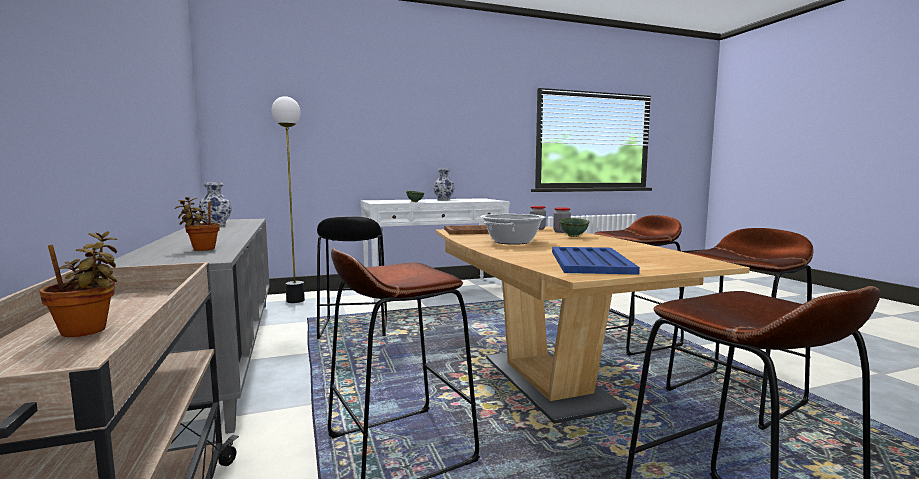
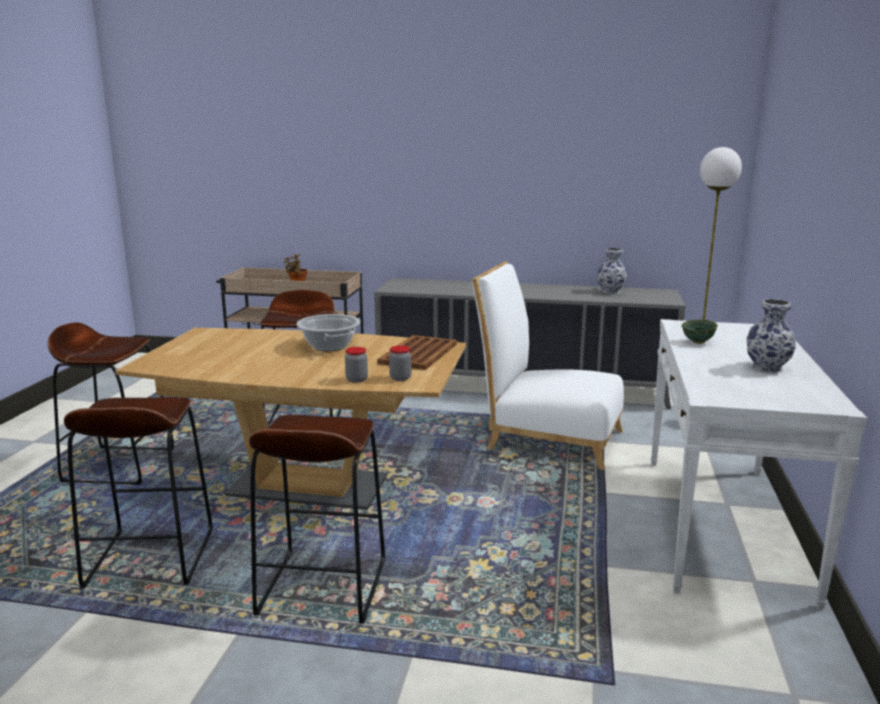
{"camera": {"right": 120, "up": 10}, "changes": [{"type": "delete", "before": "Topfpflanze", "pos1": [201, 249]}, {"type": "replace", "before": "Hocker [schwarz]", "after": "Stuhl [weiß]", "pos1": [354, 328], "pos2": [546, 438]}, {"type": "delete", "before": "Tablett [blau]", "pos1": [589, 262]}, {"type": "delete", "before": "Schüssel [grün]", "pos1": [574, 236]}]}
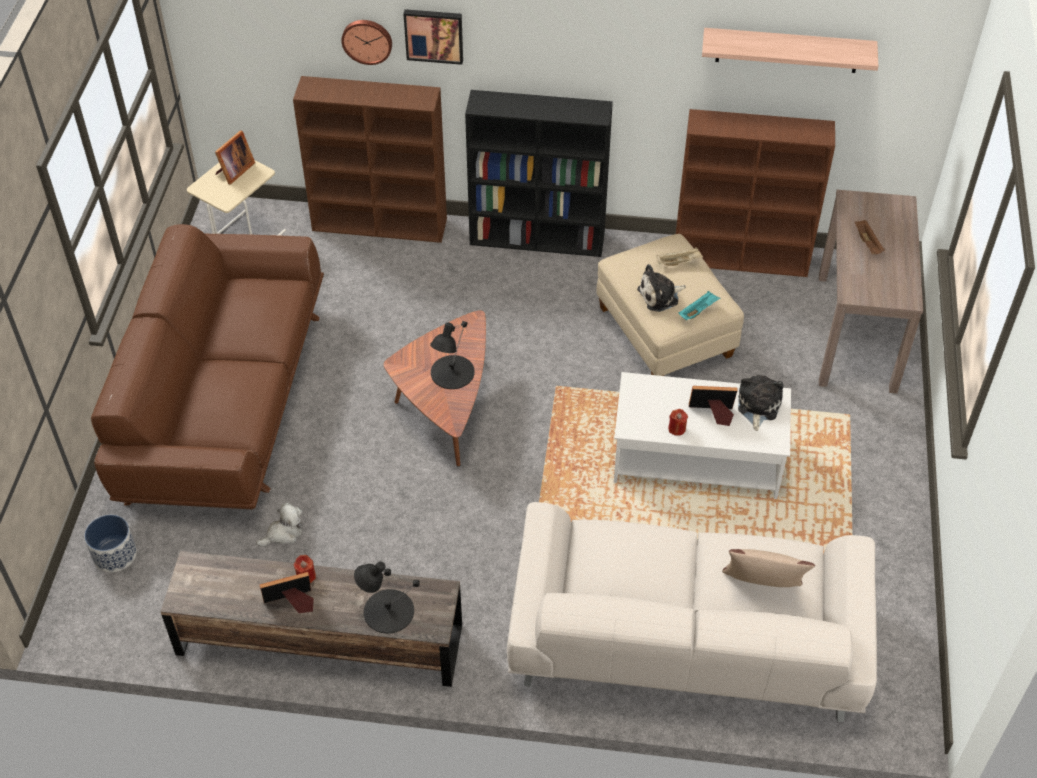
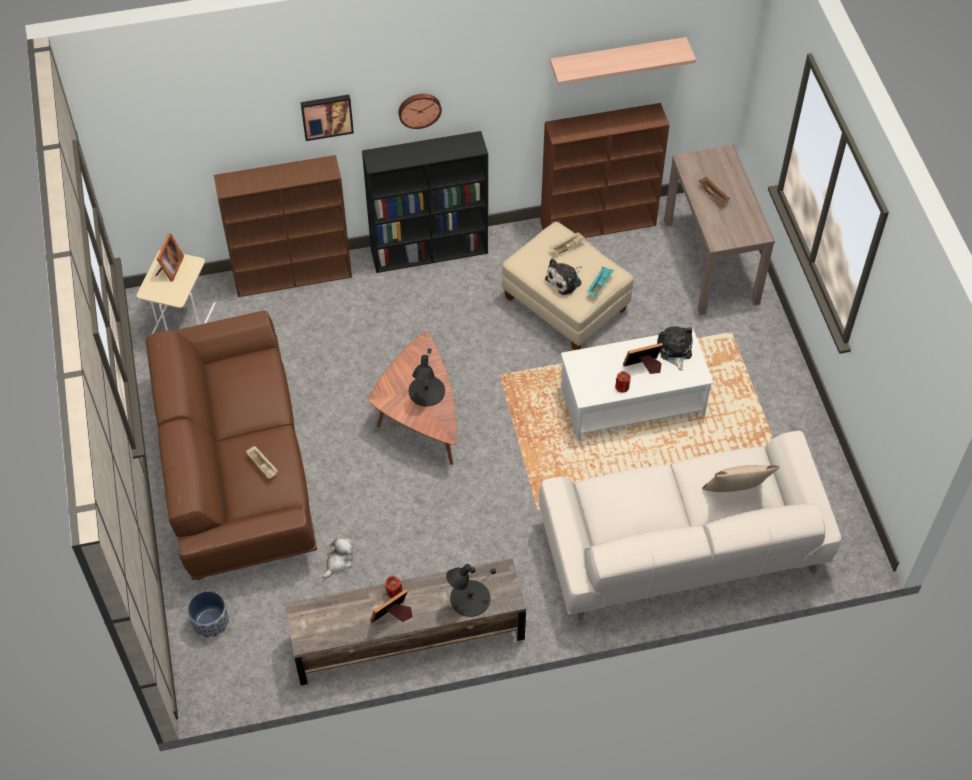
{"camera": {"right": -20, "up": 5}, "changes": [{"type": "move", "before": "Wanduhr", "pos1": [367, 40], "pos2": [419, 109]}, {"type": "insert", "after": "Tablett [beige]", "pos2": [263, 466]}]}
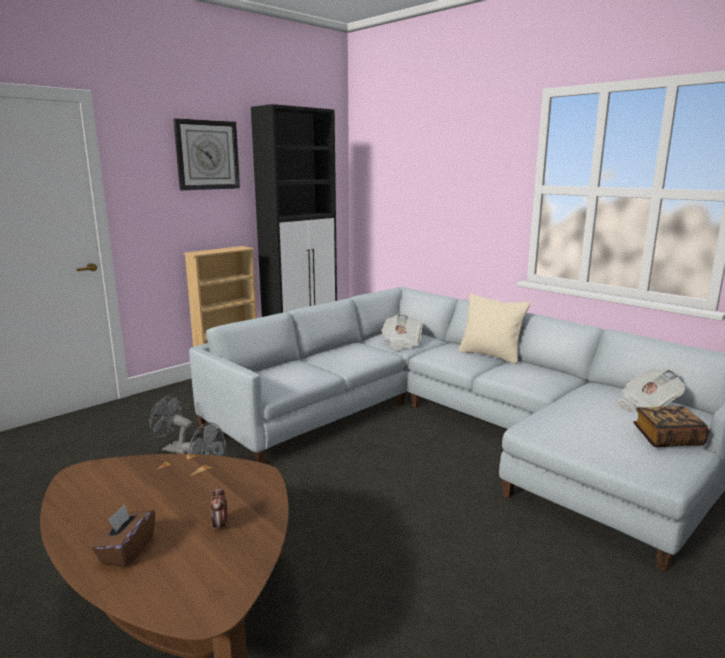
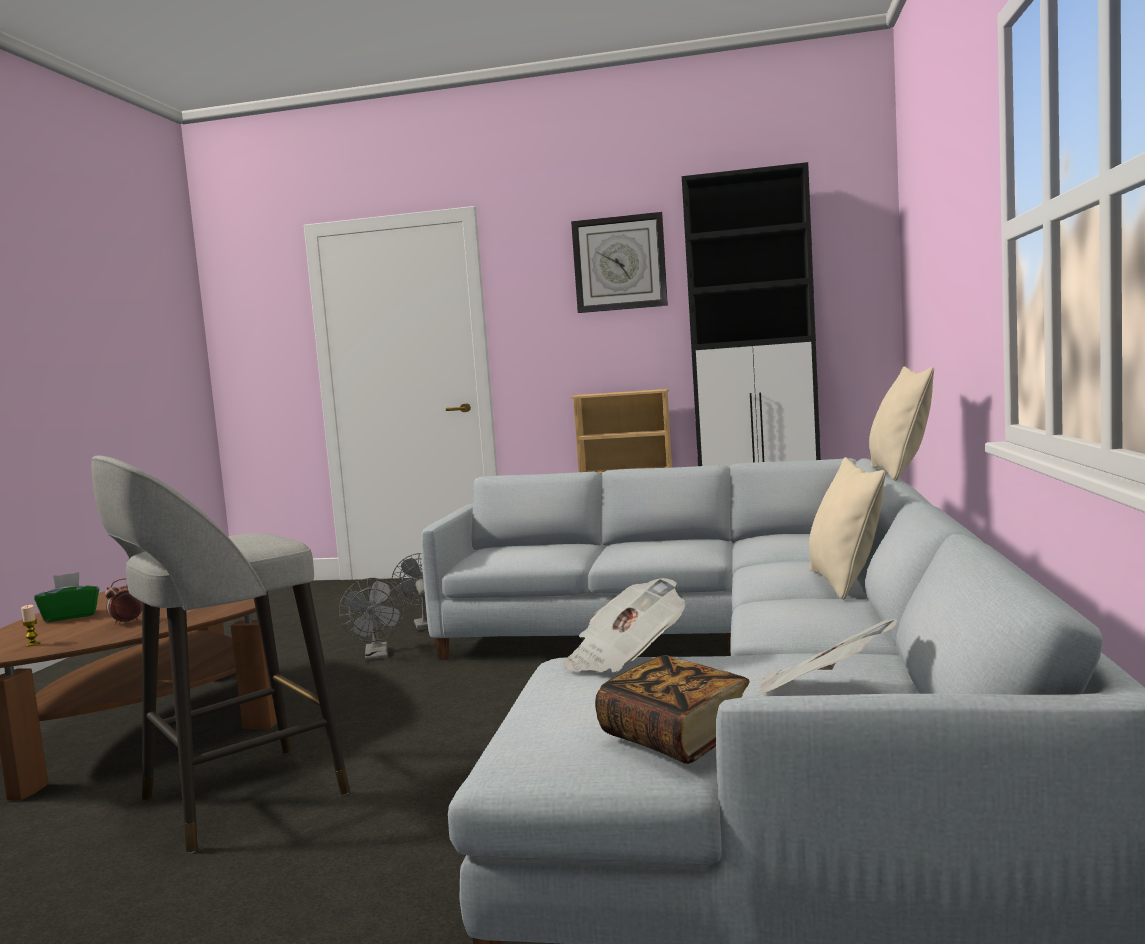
{"camera": {"right": 55, "up": -10}, "changes": [{"type": "recolor", "before": "Taschentuchbox [braun]", "after": "Taschentuchbox [grün]", "pos1": [126, 551], "pos2": [71, 616]}, {"type": "move", "before": "Zeitung", "pos1": [401, 343], "pos2": [624, 658]}, {"type": "insert", "after": "Kerze", "pos2": [32, 644]}, {"type": "insert", "after": "Hocker [grau]", "pos2": [237, 798]}, {"type": "insert", "after": "Kissen [beige]", "pos2": [900, 473]}]}
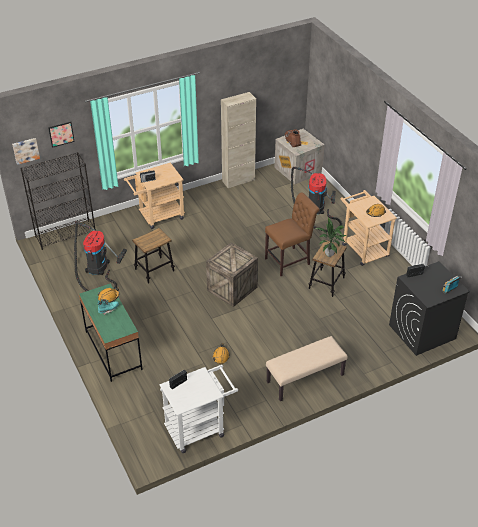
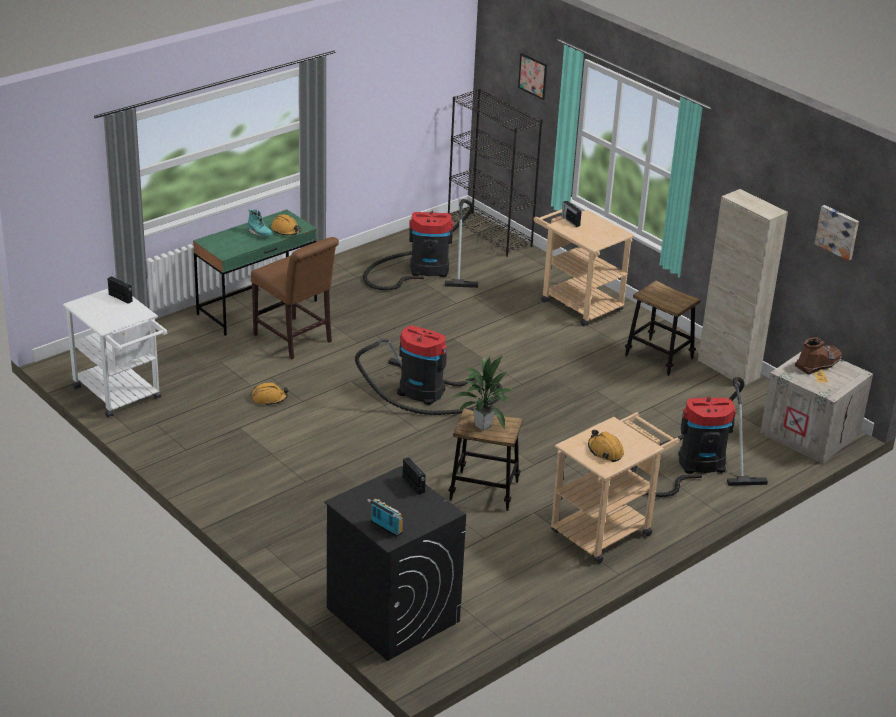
{"camera": {"right": 75, "up": -10}, "changes": [{"type": "move", "before": "Bild", "pos1": [25, 150], "pos2": [838, 232]}, {"type": "move", "before": "Hocker", "pos1": [154, 270], "pos2": [659, 357]}, {"type": "replace", "before": "Kiste", "after": "Staubsauger", "pos1": [232, 289], "pos2": [427, 393]}, {"type": "move", "before": "Stuhl [braun]", "pos1": [290, 261], "pos2": [295, 340]}, {"type": "delete", "before": "Bank [beige]", "pos1": [305, 379]}]}
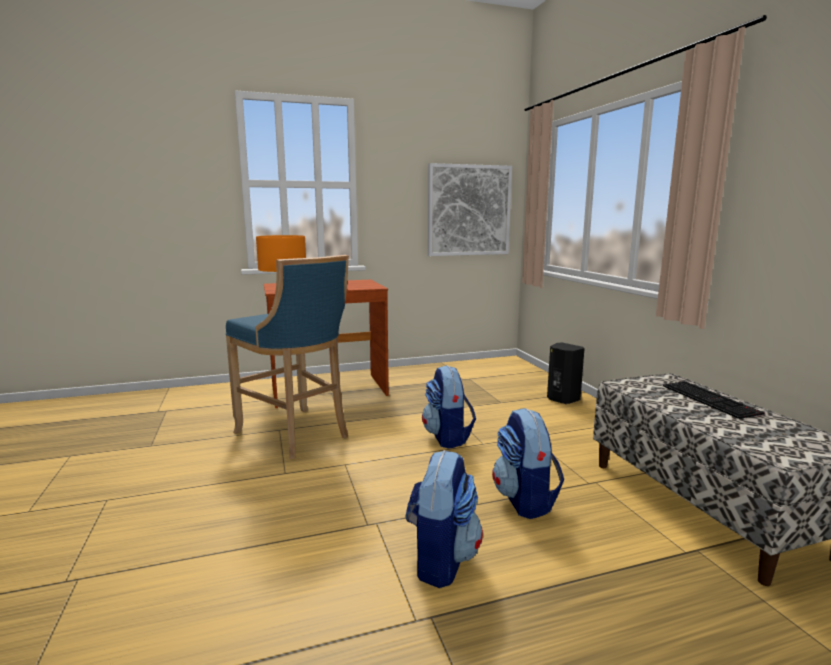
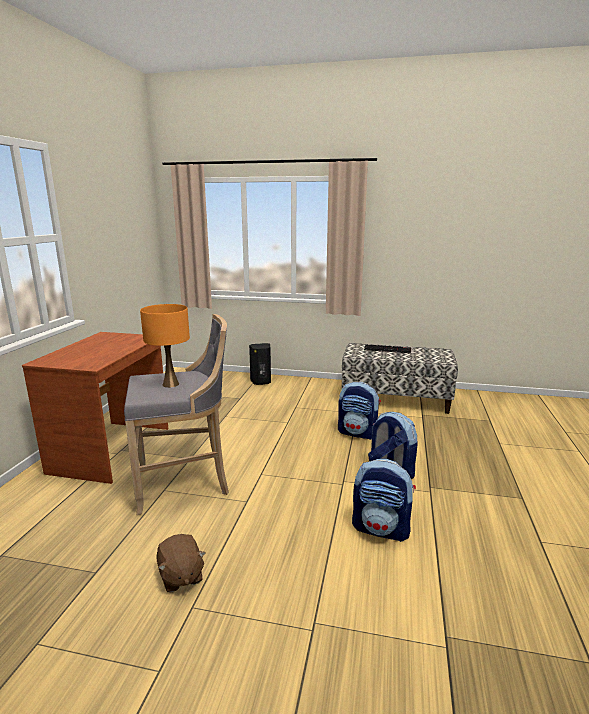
{"camera": {"right": -60, "up": 5}, "changes": [{"type": "recolor", "before": "Hocker [blau]", "after": "Hocker [grau]", "pos1": [296, 435], "pos2": [185, 483]}, {"type": "move", "before": "Rucksack", "pos1": [447, 437], "pos2": [381, 529]}, {"type": "delete", "before": "Bild", "pos1": [469, 210]}, {"type": "insert", "after": "Plüschtier [braun]", "pos2": [180, 576]}]}
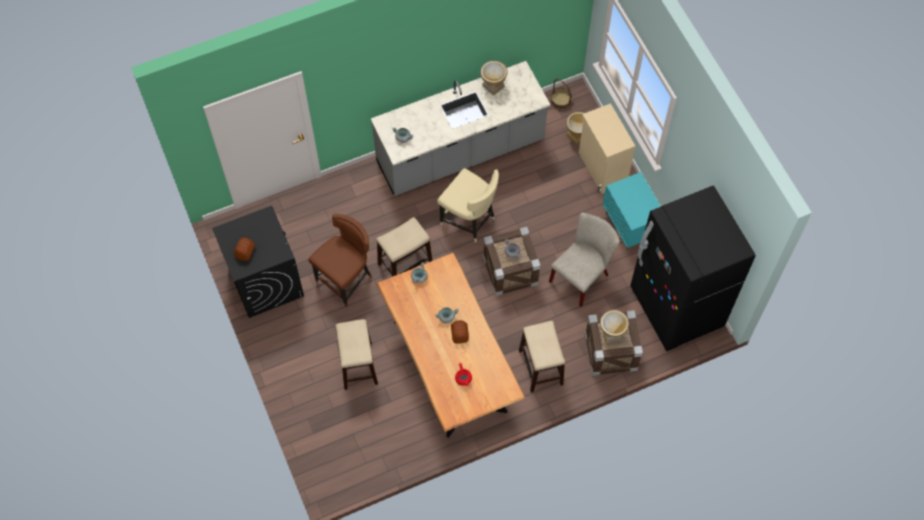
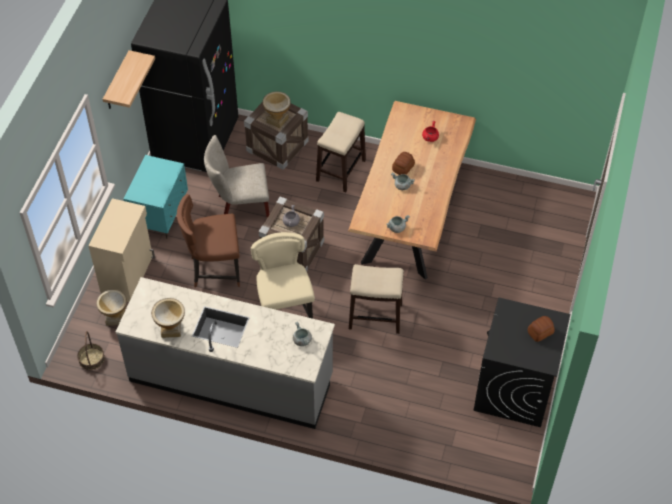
{"camera": {"right": -140, "up": -10}, "changes": [{"type": "move", "before": "Stuhl [braun]", "pos1": [346, 279], "pos2": [214, 270]}, {"type": "delete", "before": "Hocker", "pos1": [358, 365]}, {"type": "insert", "after": "Wandregal", "pos2": [117, 82]}]}
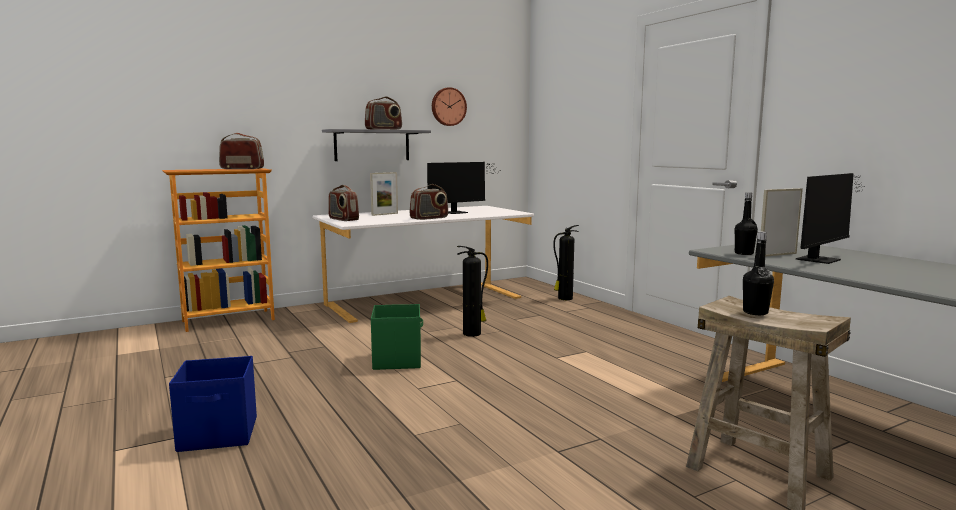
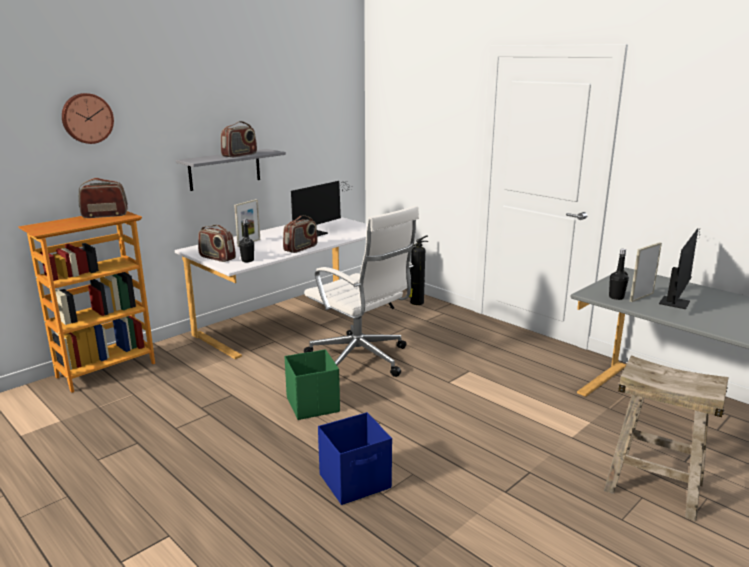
{"camera": {"right": -15, "up": 10}, "changes": [{"type": "move", "before": "Aufbewahrungsbox [blau]", "pos1": [219, 434], "pos2": [356, 481]}, {"type": "move", "before": "Wanduhr", "pos1": [448, 106], "pos2": [87, 118]}, {"type": "replace", "before": "Feuerlöscher", "after": "Bürostuhl [weiß]", "pos1": [473, 333], "pos2": [360, 360]}, {"type": "move", "before": "Flasche [schwarz]", "pos1": [755, 312], "pos2": [247, 260]}]}
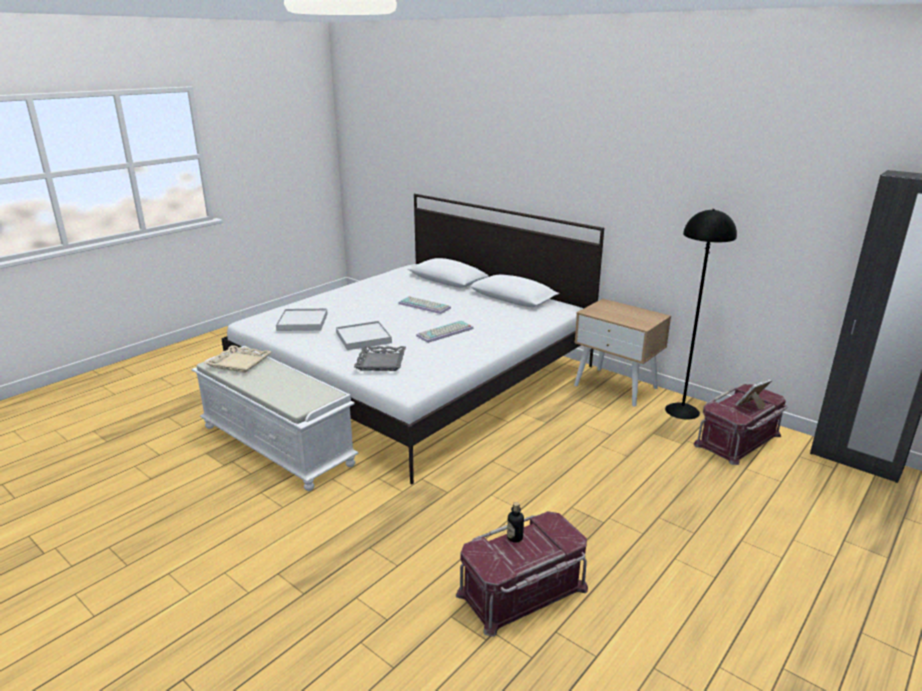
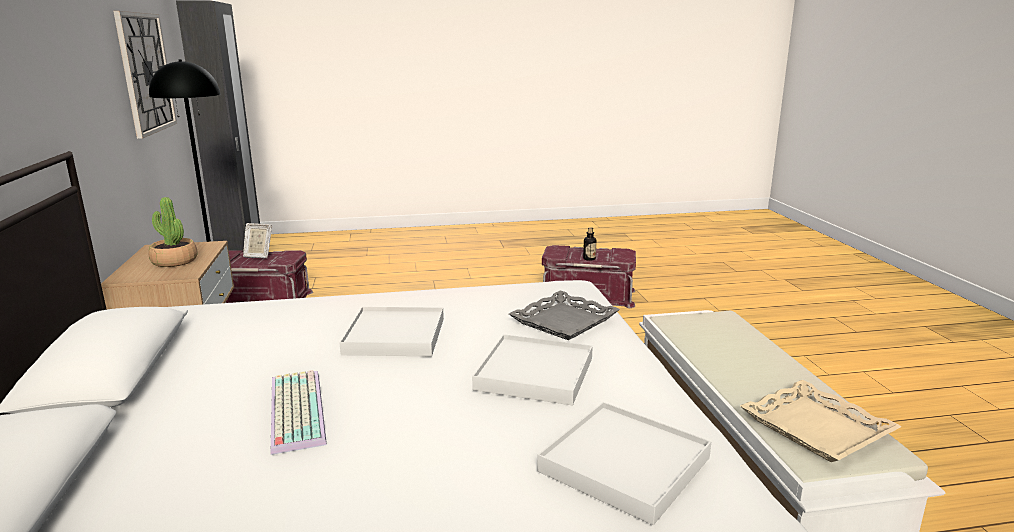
{"camera": {"right": -140, "up": -5}, "changes": [{"type": "replace", "before": "Tastatur", "after": "Tablett [weiß]", "pos1": [445, 333], "pos2": [395, 336]}, {"type": "insert", "after": "Wanduhr", "pos2": [145, 73]}, {"type": "insert", "after": "Topfpflanze", "pos2": [174, 261]}]}
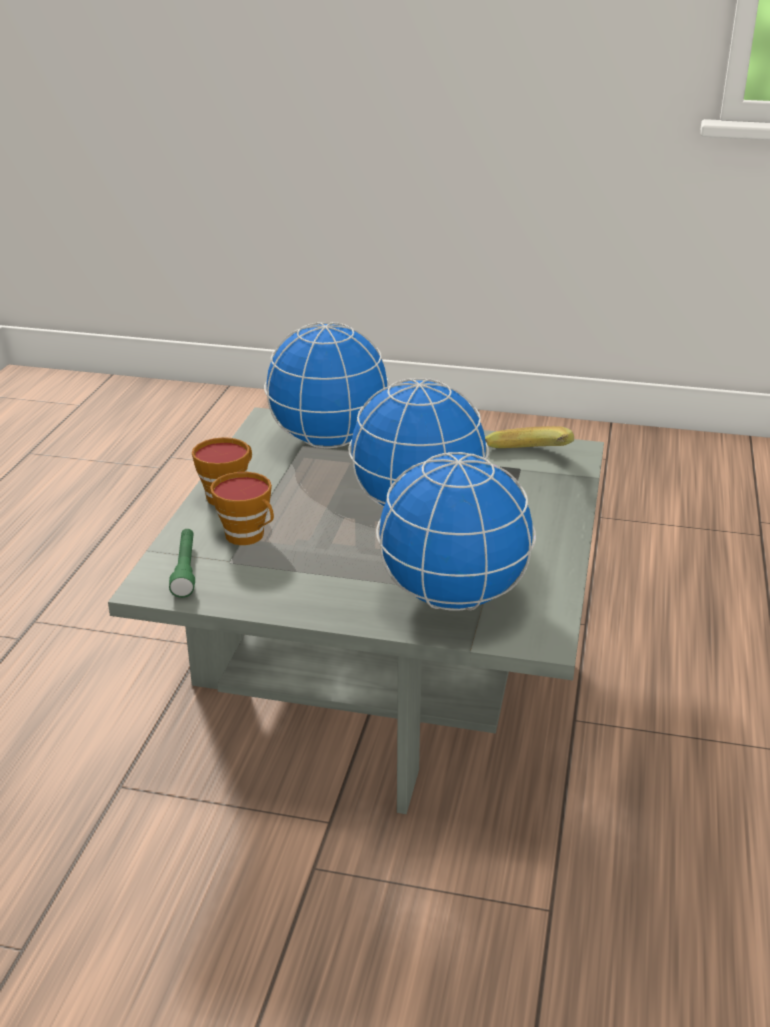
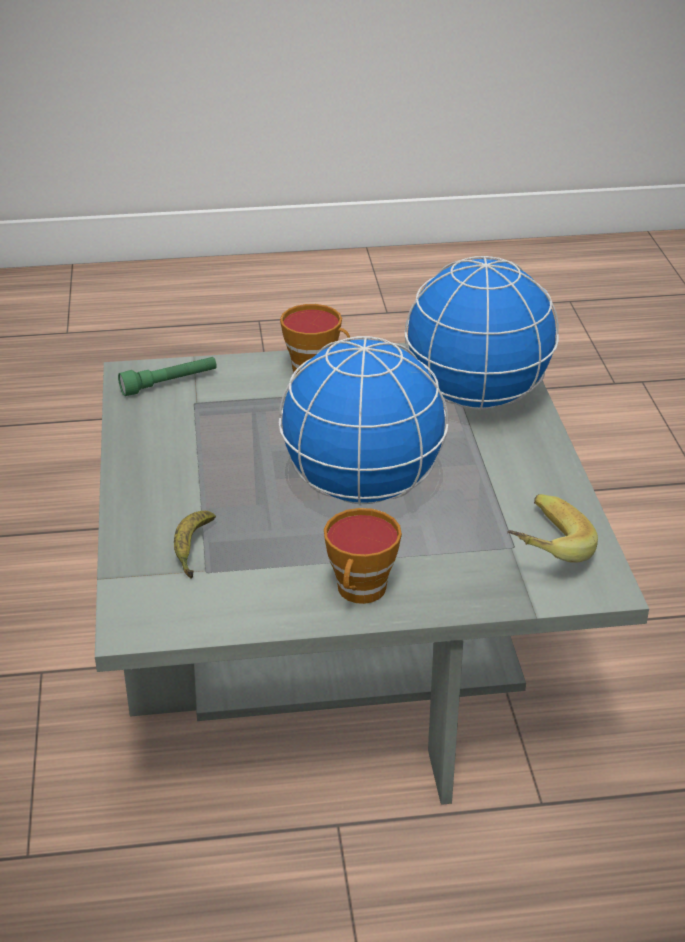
{"camera": {"right": 70, "up": 5}, "changes": [{"type": "move", "before": "Tasse", "pos1": [249, 536], "pos2": [360, 592]}, {"type": "replace", "before": "Globus", "after": "Banane", "pos1": [454, 596], "pos2": [192, 549]}]}
